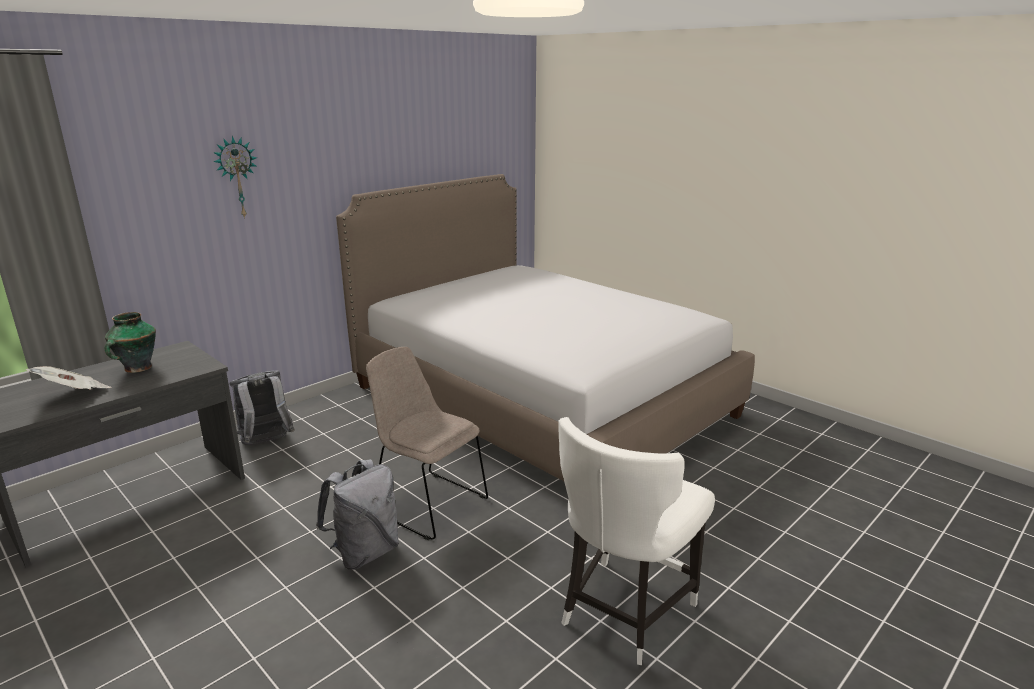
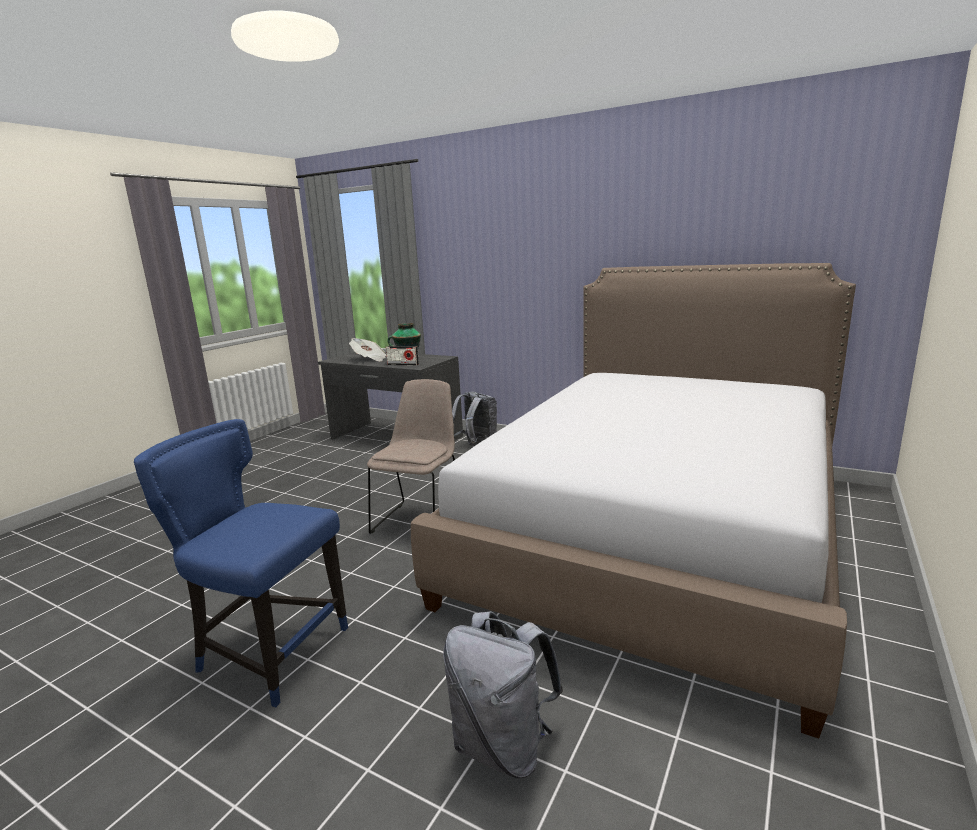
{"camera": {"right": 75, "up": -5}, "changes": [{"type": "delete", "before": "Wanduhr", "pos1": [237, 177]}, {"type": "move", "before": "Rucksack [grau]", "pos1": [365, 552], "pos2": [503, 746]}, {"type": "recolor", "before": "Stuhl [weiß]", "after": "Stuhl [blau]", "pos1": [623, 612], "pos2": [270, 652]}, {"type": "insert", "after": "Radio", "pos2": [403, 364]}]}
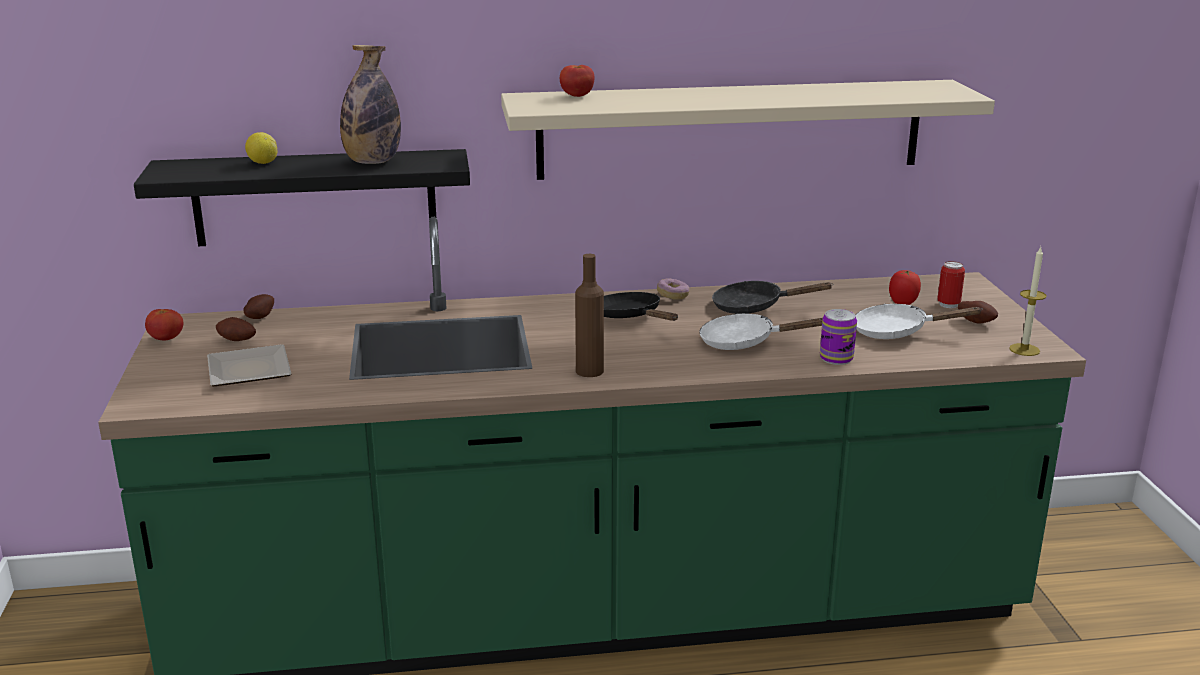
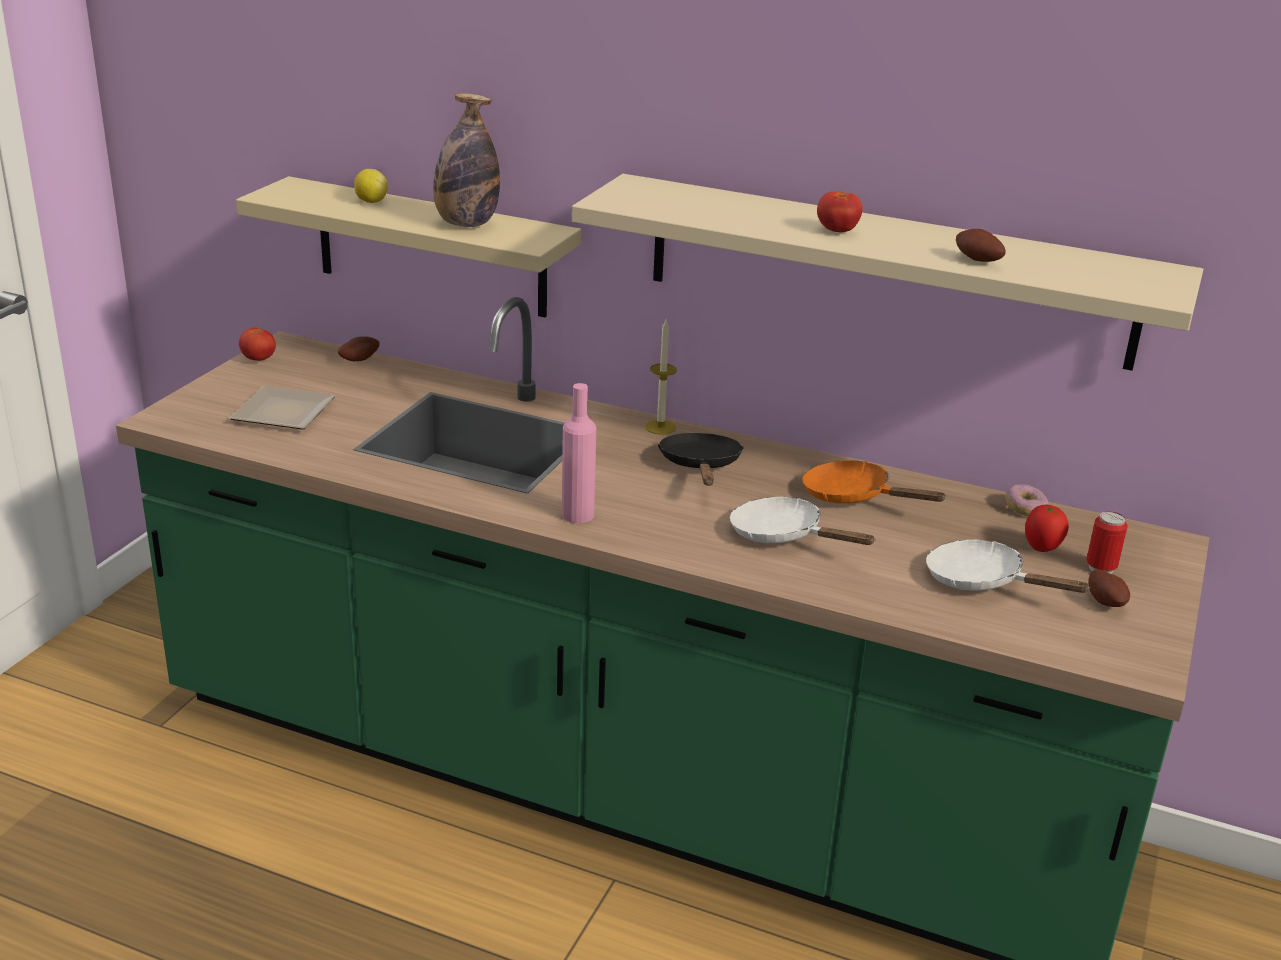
{"camera": {"right": 30, "up": 5}, "changes": [{"type": "recolor", "before": "Wandregal [schwarz]", "after": "Wandregal [beige]", "pos1": [315, 197], "pos2": [431, 247]}, {"type": "move", "before": "Kartoffel", "pos1": [236, 341], "pos2": [976, 261]}, {"type": "move", "before": "Tomate", "pos1": [577, 96], "pos2": [837, 231]}, {"type": "recolor", "before": "Flasche [braun]", "after": "Flasche [rosa]", "pos1": [589, 371], "pos2": [577, 515]}, {"type": "move", "before": "Donut", "pos1": [673, 296], "pos2": [1025, 509]}, {"type": "recolor", "before": "Pfanne [schwarz]", "after": "Pfanne [orange]", "pos1": [754, 307], "pos2": [854, 496]}, {"type": "delete", "before": "Dose", "pos1": [836, 358]}, {"type": "move", "before": "Kerze", "pos1": [1024, 349], "pos2": [660, 427]}]}
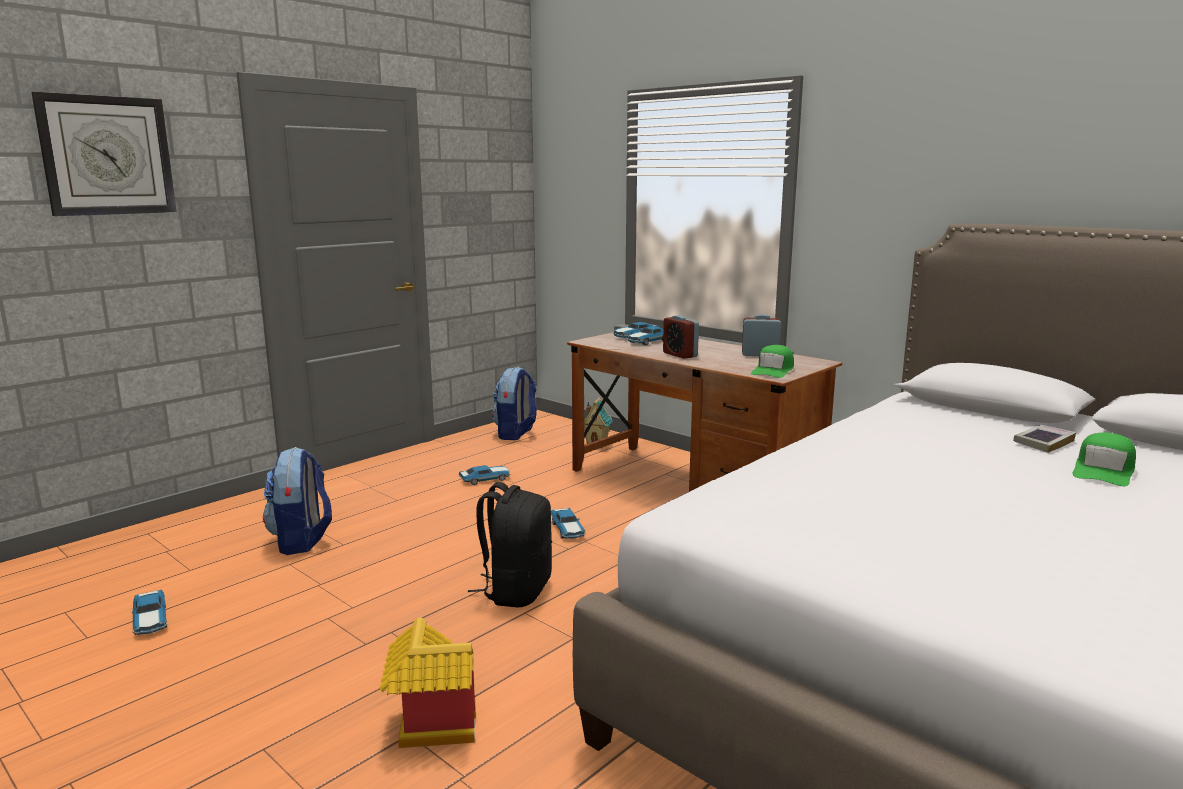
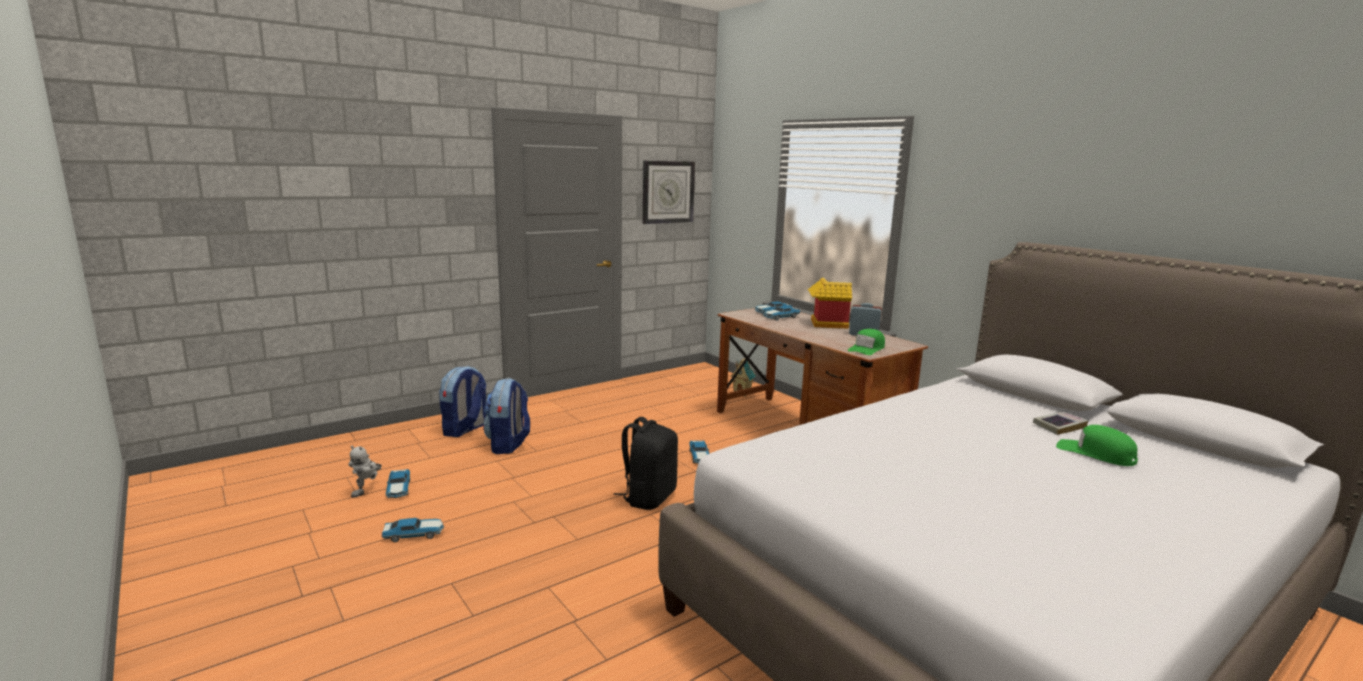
{"camera": {"right": 10, "up": 0}, "changes": [{"type": "move", "before": "Wanduhr", "pos1": [107, 156], "pos2": [668, 192]}, {"type": "move", "before": "Spielzeughaus", "pos1": [428, 726], "pos2": [824, 324]}, {"type": "move", "before": "Spielzeugauto", "pos1": [486, 479], "pos2": [414, 534]}, {"type": "move", "before": "Rucksack", "pos1": [516, 434], "pos2": [464, 430]}, {"type": "delete", "before": "Wecker", "pos1": [680, 355]}, {"type": "rotate", "before": "Kappe [grün]", "pos1": [1104, 471], "pos2": [1095, 453], "turn": 90}, {"type": "insert", "after": "Spielzeugroboter", "pos2": [368, 491]}]}
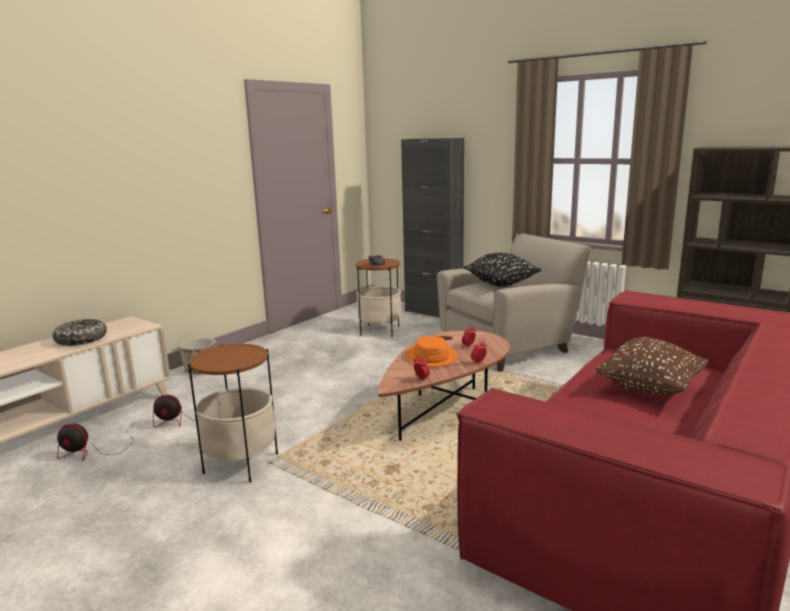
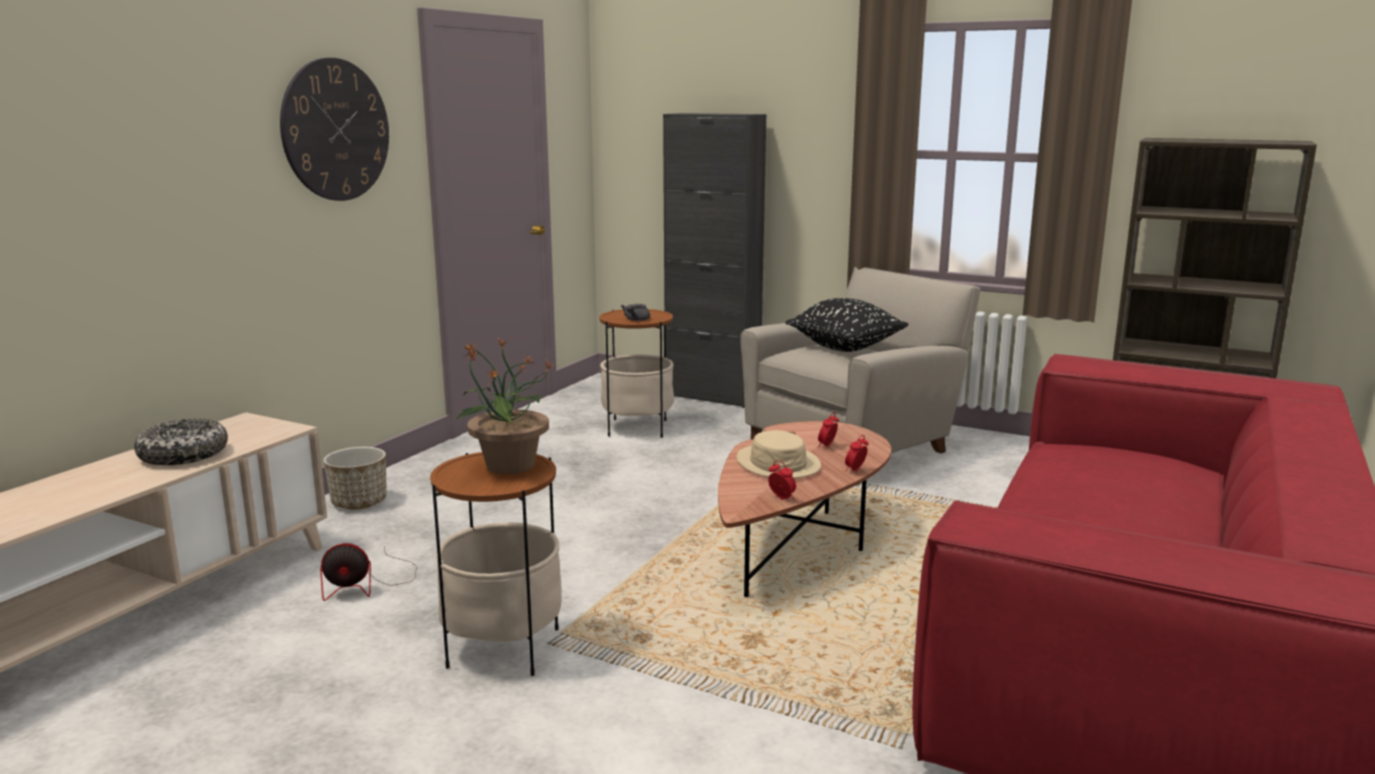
{"camera": {"right": -10, "up": 0}, "changes": [{"type": "delete", "before": "Ventilator", "pos1": [93, 451]}, {"type": "recolor", "before": "Hut [orange]", "after": "Hut [beige]", "pos1": [431, 357], "pos2": [778, 463]}, {"type": "delete", "before": "Kissen [braun]", "pos1": [649, 388]}, {"type": "insert", "after": "Wanduhr", "pos2": [336, 130]}, {"type": "insert", "after": "Topfpflanze", "pos2": [508, 465]}]}
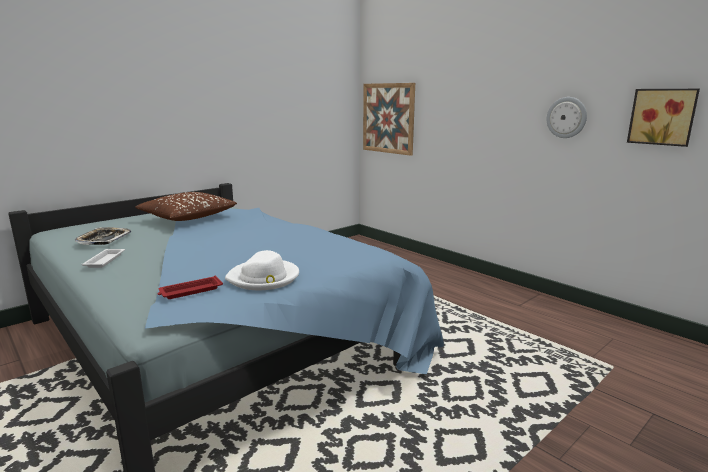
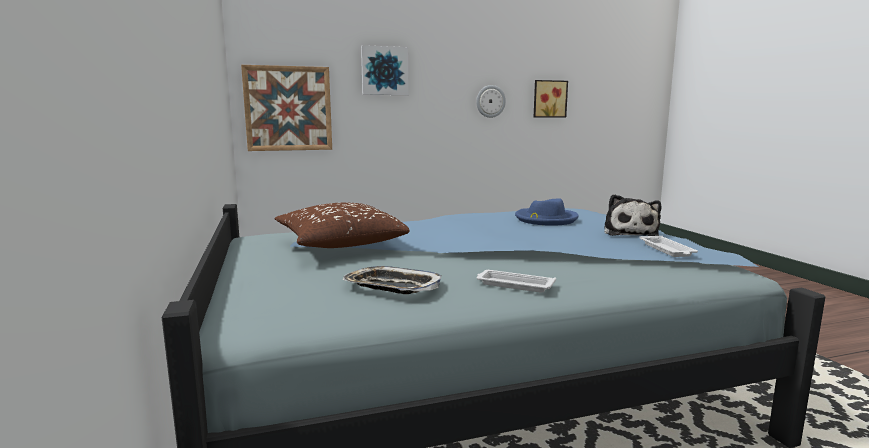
{"camera": {"right": -65, "up": -5}, "changes": [{"type": "recolor", "before": "Tablett [rot]", "after": "Tablett [weiß]", "pos1": [190, 291], "pos2": [667, 250]}, {"type": "replace", "before": "Hut [weiß]", "after": "Plüschtier", "pos1": [264, 278], "pos2": [629, 233]}, {"type": "insert", "after": "Bild", "pos2": [384, 71]}, {"type": "insert", "after": "Hut [blau]", "pos2": [545, 219]}]}
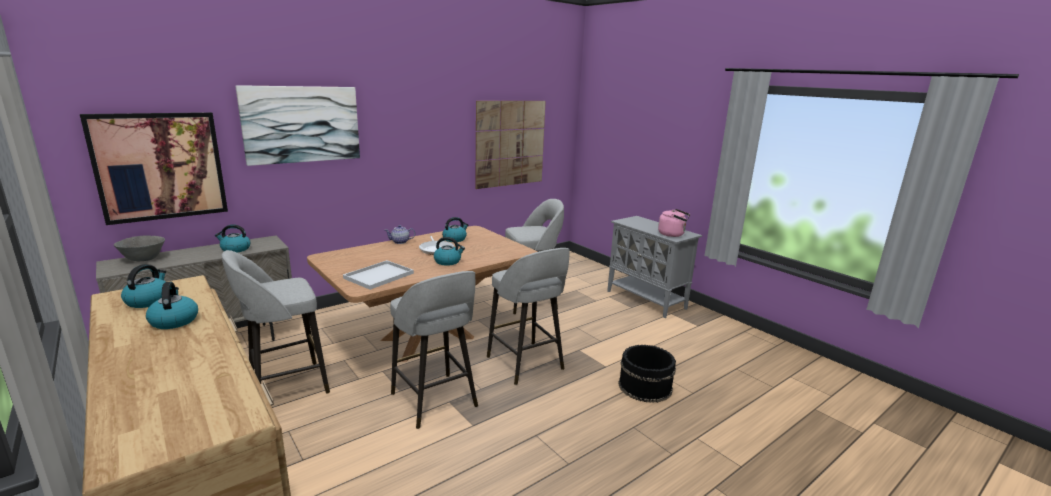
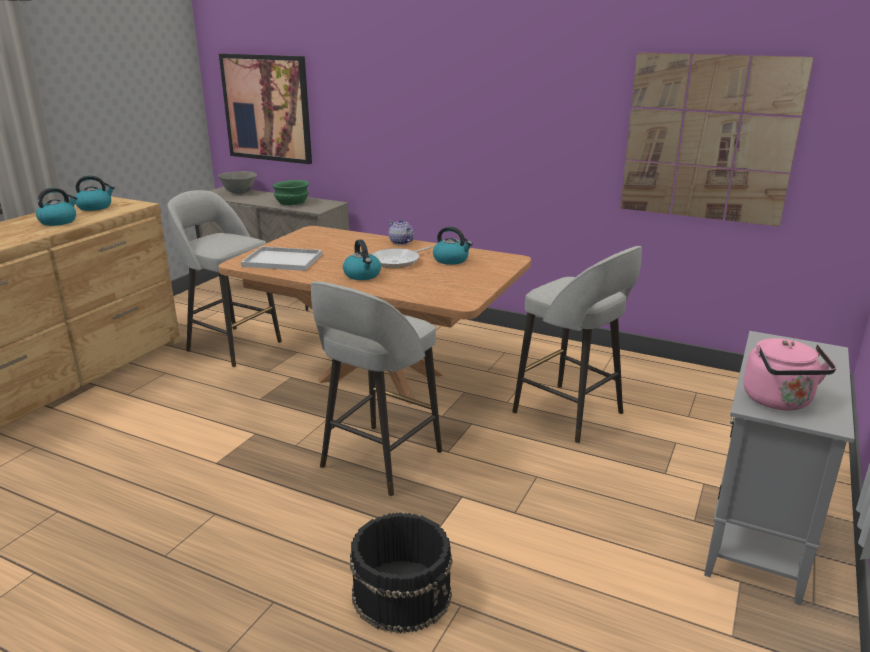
{"camera": {"right": 65, "up": 5}, "changes": [{"type": "replace", "before": "Wasserkessel", "after": "Schüssel [grün]", "pos1": [235, 249], "pos2": [291, 203]}, {"type": "delete", "before": "Bild", "pos1": [302, 124]}, {"type": "delete", "before": "Hocker [grau]", "pos1": [435, 401]}]}
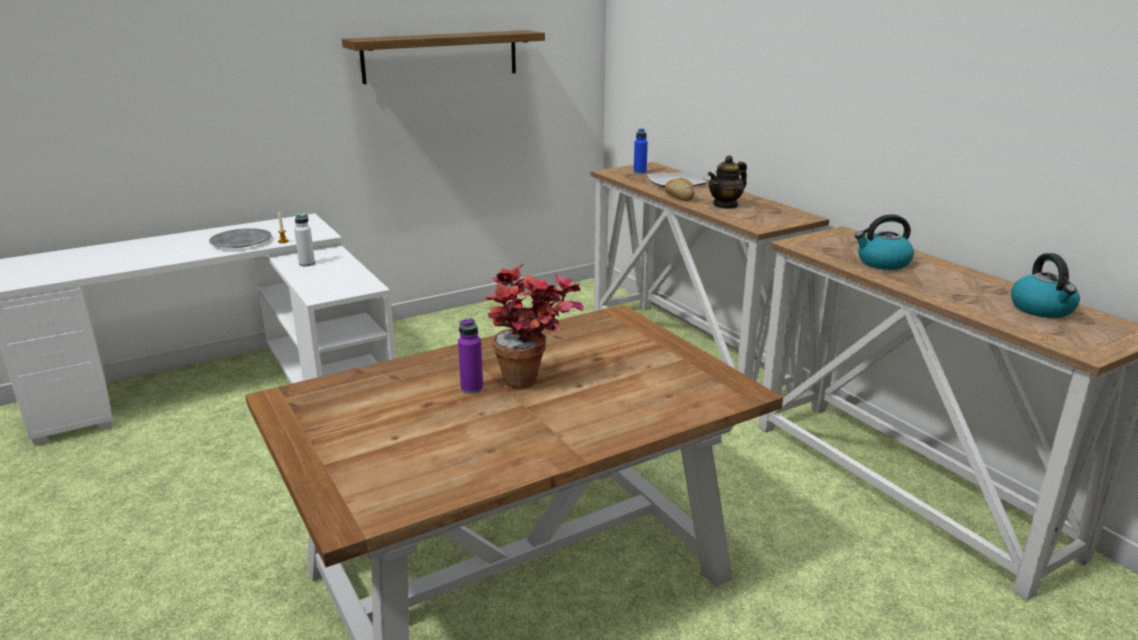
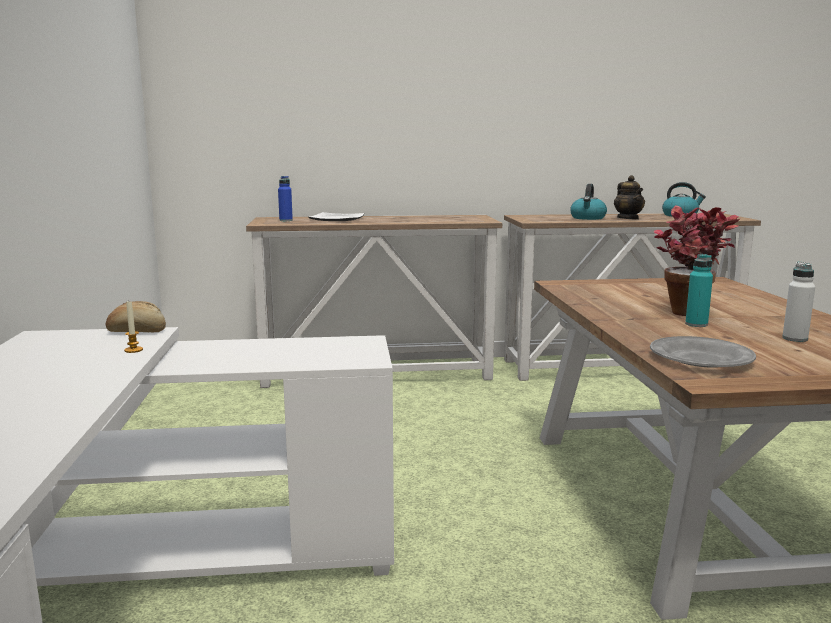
{"camera": {"right": -65, "up": -10}, "changes": [{"type": "move", "before": "Teller [grau]", "pos1": [240, 242], "pos2": [701, 358]}, {"type": "move", "before": "Flasche [weiß]", "pos1": [307, 263], "pos2": [795, 339]}, {"type": "delete", "before": "Wandregal", "pos1": [441, 56]}, {"type": "recolor", "before": "Flasche [lila]", "after": "Flasche [türkis]", "pos1": [472, 388], "pos2": [696, 324]}, {"type": "move", "before": "Brot", "pos1": [679, 197], "pos2": [137, 331]}, {"type": "move", "before": "Teekanne", "pos1": [725, 205], "pos2": [628, 218]}]}
